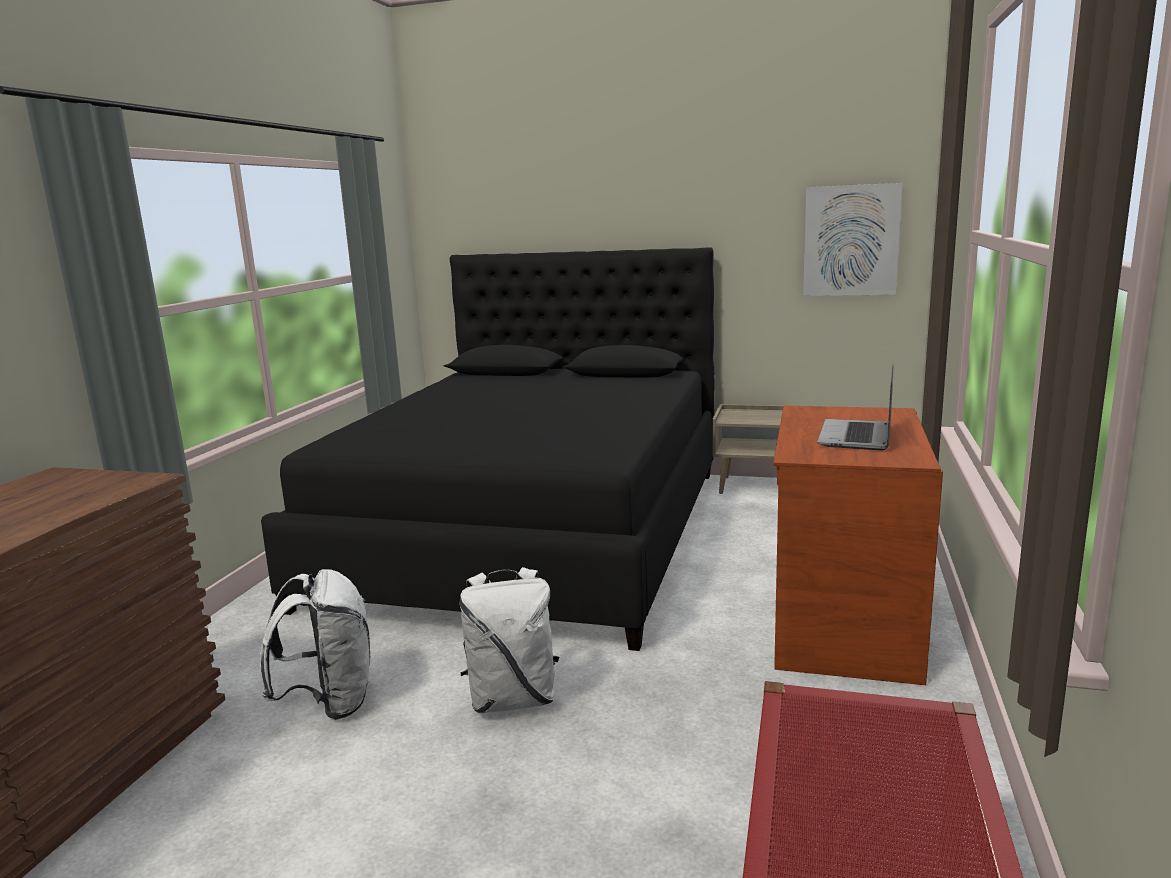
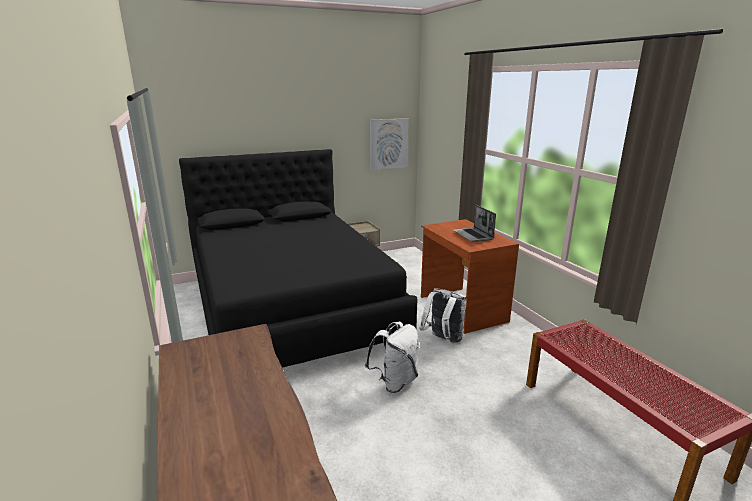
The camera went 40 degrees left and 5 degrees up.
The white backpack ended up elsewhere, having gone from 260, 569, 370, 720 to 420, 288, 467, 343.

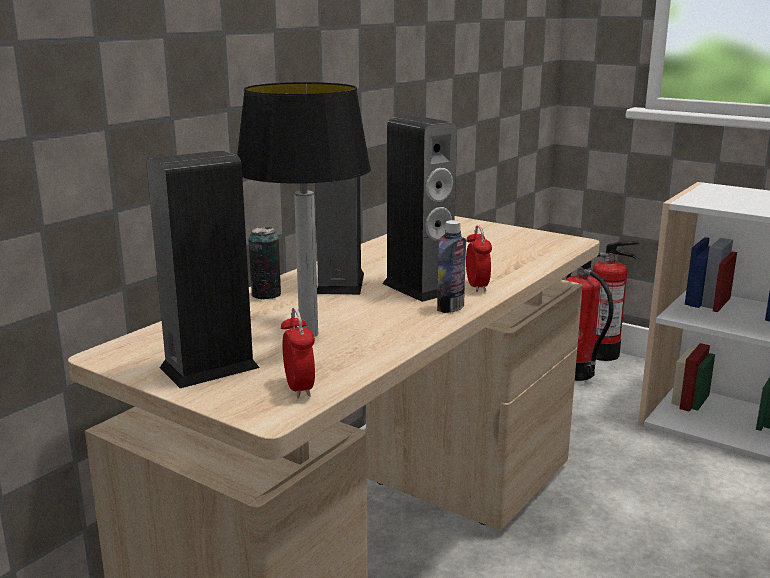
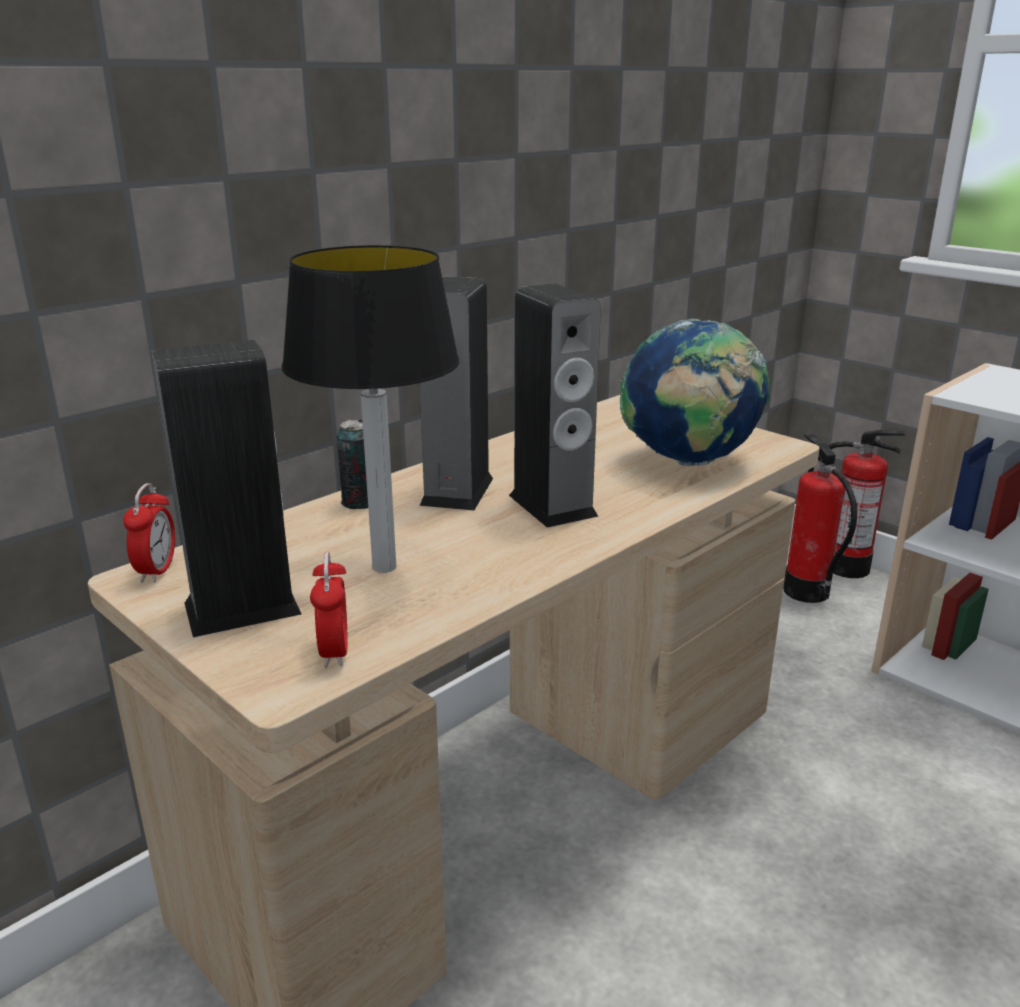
The camera went 10 degrees right and 5 degrees up.
The alarm clock ended up elsewhere, having gone from 466, 225, 492, 292 to 123, 483, 175, 582.
The second view gained the globe at 620, 318, 770, 466.
The second view lost the bottle at 437, 220, 466, 313.

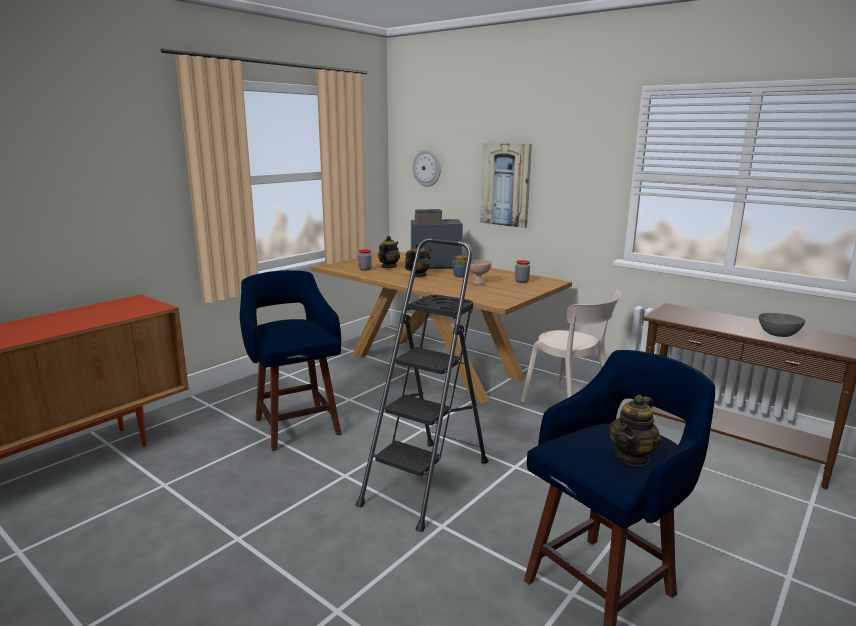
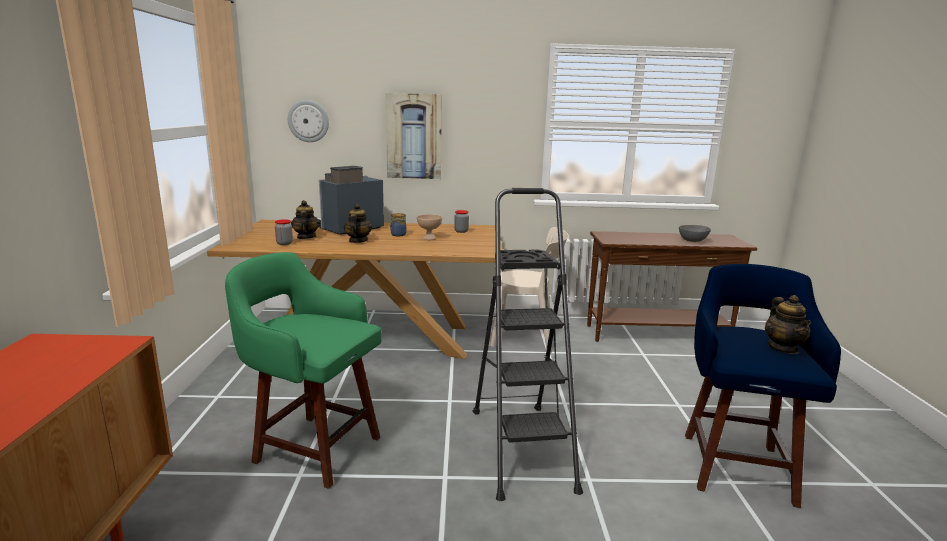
The camera went 40 degrees left and 0 degrees up.
What was the blue stool at 240, 270, 341, 451 turned into the green stool at 225, 252, 382, 489.

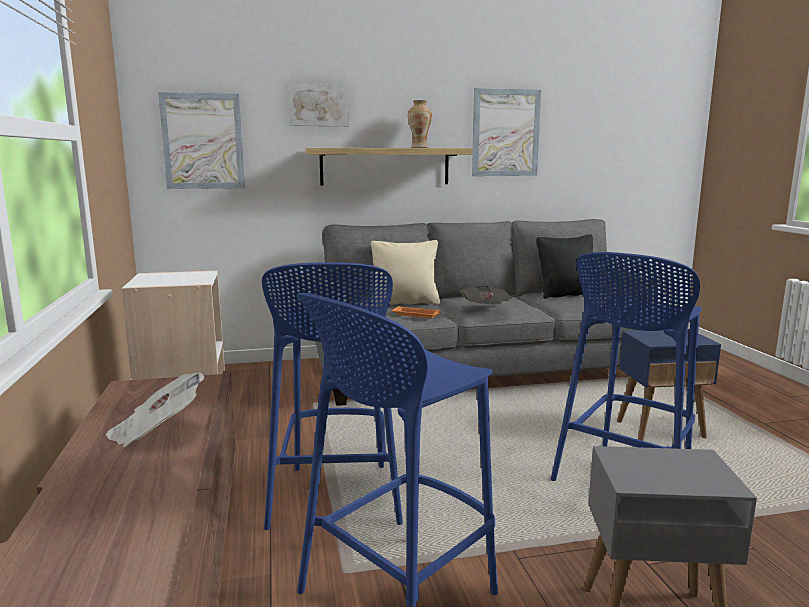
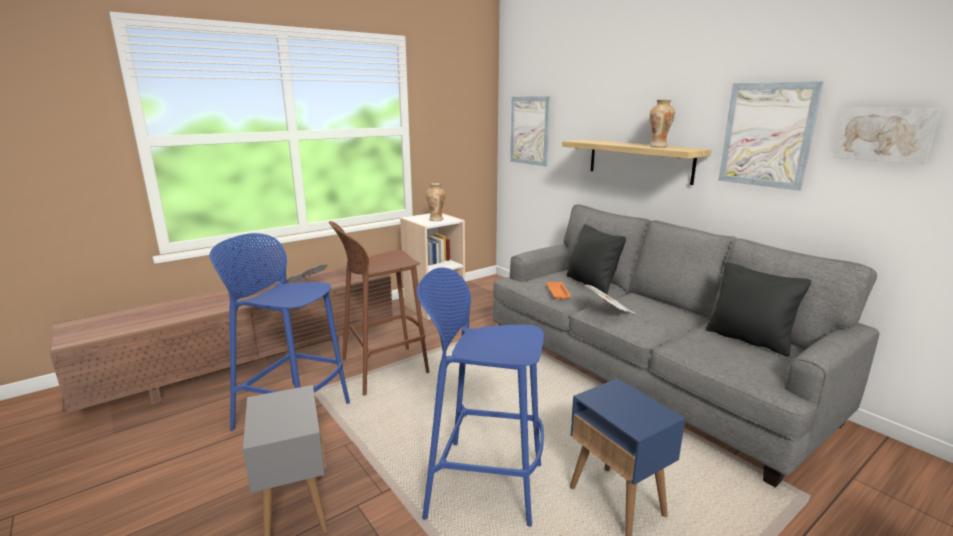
The camera went 65 degrees right and 5 degrees up.
What was the blue stool at 262, 262, 403, 530 turned into the brown stool at 329, 221, 429, 396.
The second view gained the vase at 426, 183, 445, 221.
What was the beige pillow at 371, 240, 440, 305 turned into the black pillow at 567, 224, 626, 294.
The picture ended up elsewhere, having gone from 288, 84, 349, 126 to 833, 107, 942, 164.

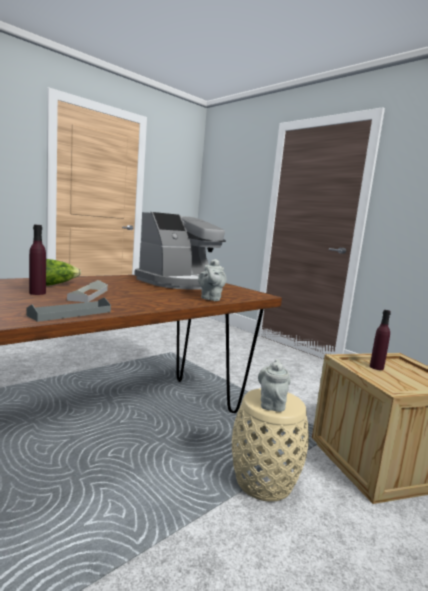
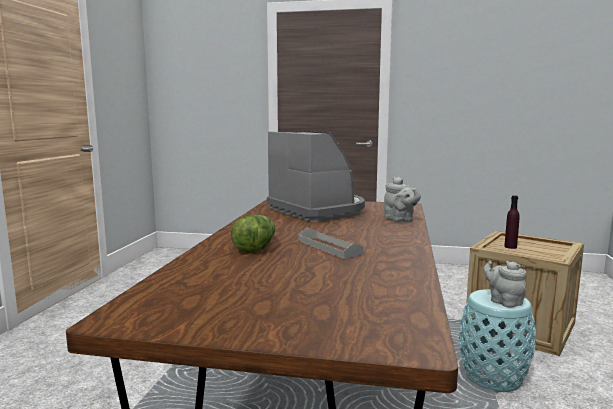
The camera went 35 degrees left and 0 degrees up.
The coffee machine at 134, 212, 226, 290 ended up facing another way, 45 degrees counterclockwise from before.
What was the beige stool at 232, 388, 309, 502 turned into the turquoise stool at 459, 289, 536, 392.
The second view lost the grey tray at 27, 297, 111, 322.
The second view lost the purple bottle at 29, 225, 46, 295.

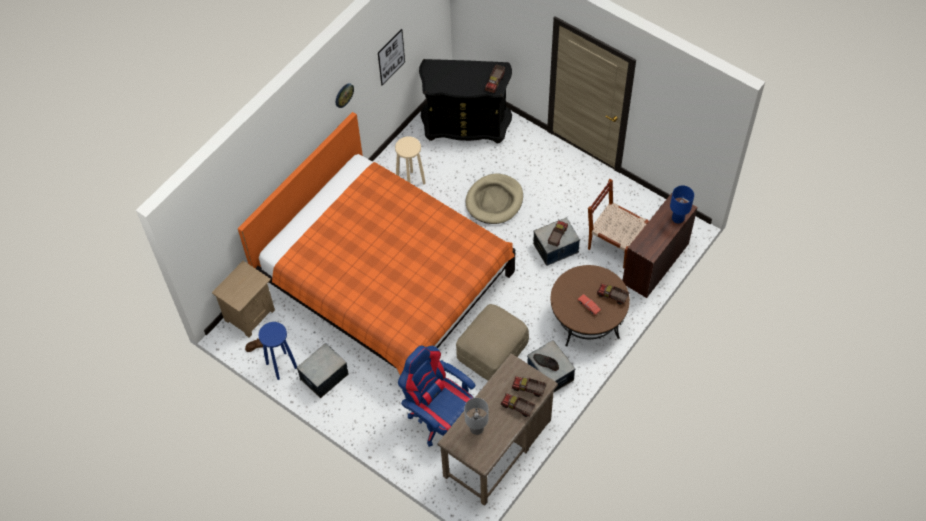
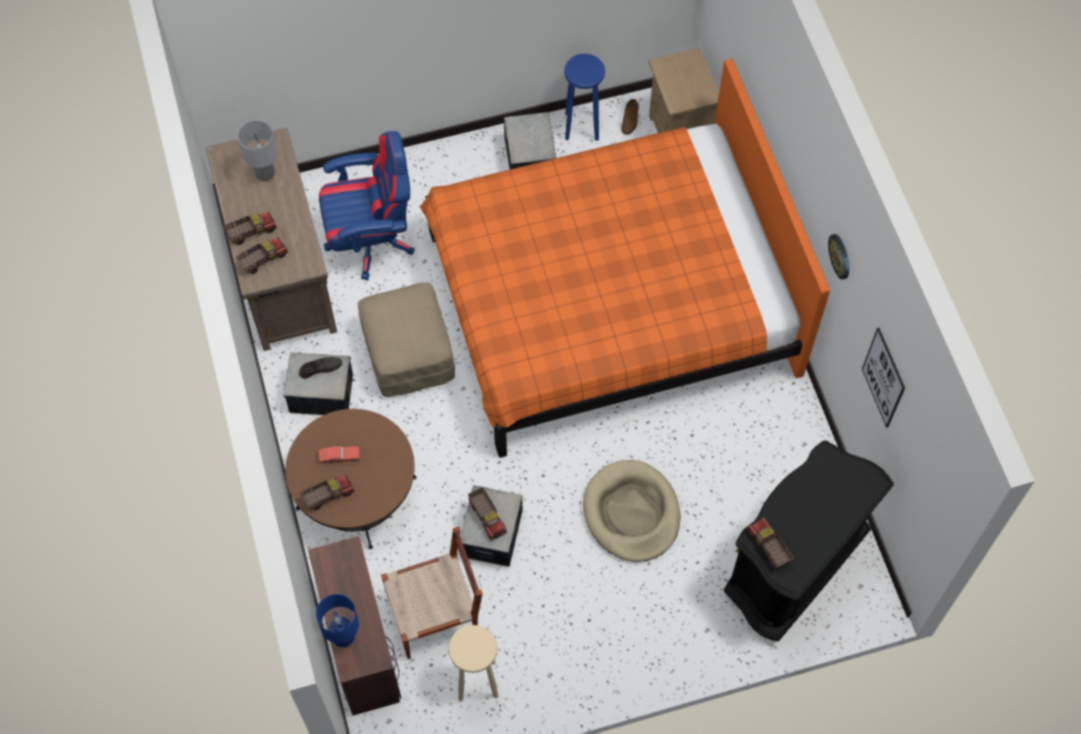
The camera went 125 degrees right and 5 degrees up.
The beige stool ended up elsewhere, having gone from 395, 136, 426, 184 to 449, 625, 498, 701.

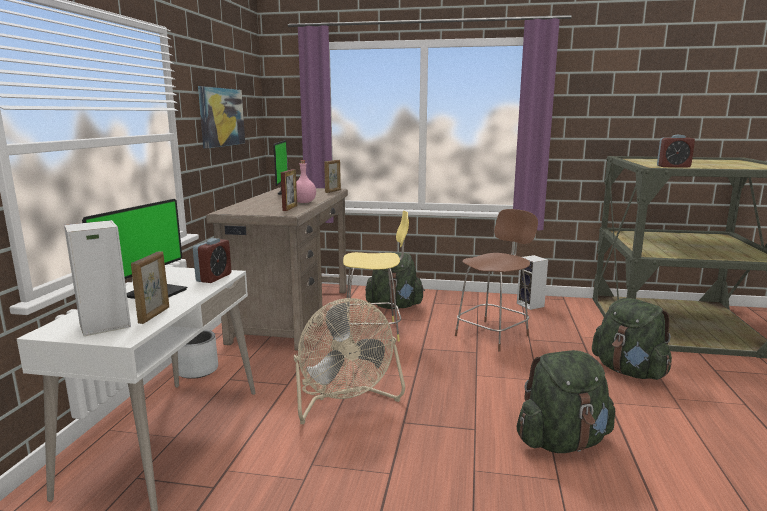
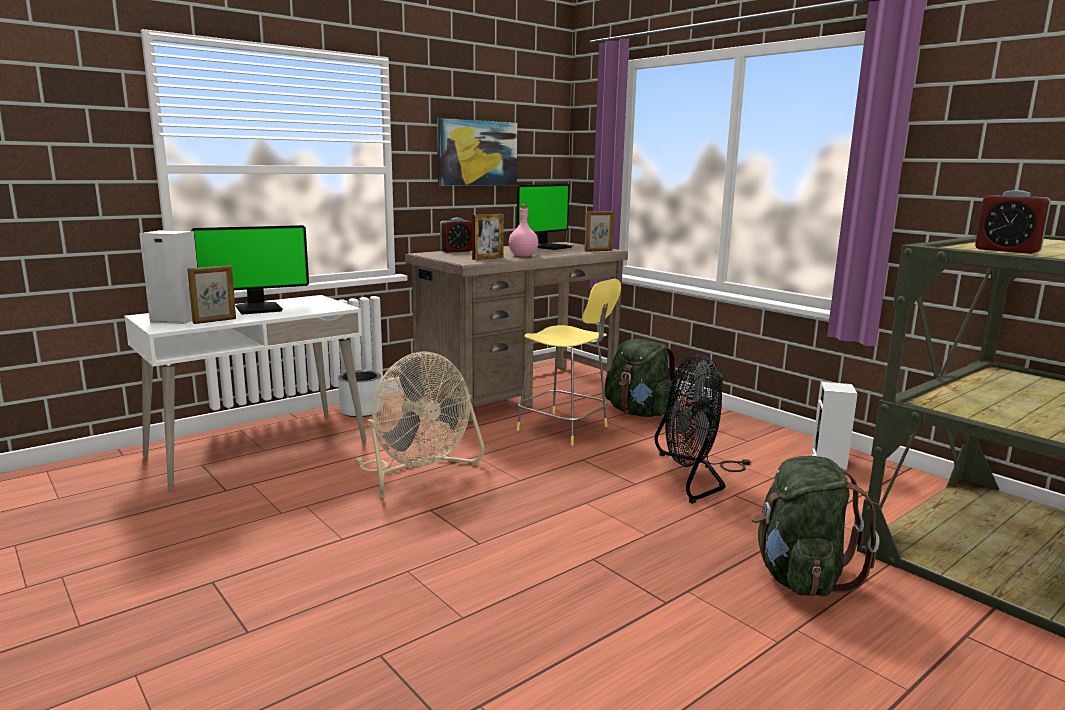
The camera went 40 degrees right and 0 degrees up.
The beige fan at 294, 298, 405, 424 ended up facing another way, 60 degrees counterclockwise from before.
The alarm clock ended up elsewhere, having gone from 193, 238, 231, 283 to 440, 218, 472, 253.
Where the brown stool stood at 455, 209, 538, 351, the black fan came to stand at 655, 354, 752, 504.
The second view lost the green backpack at 516, 350, 615, 453.

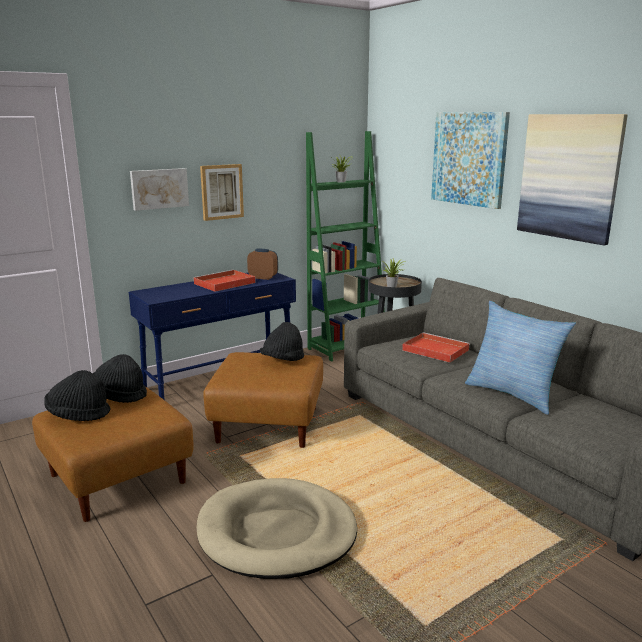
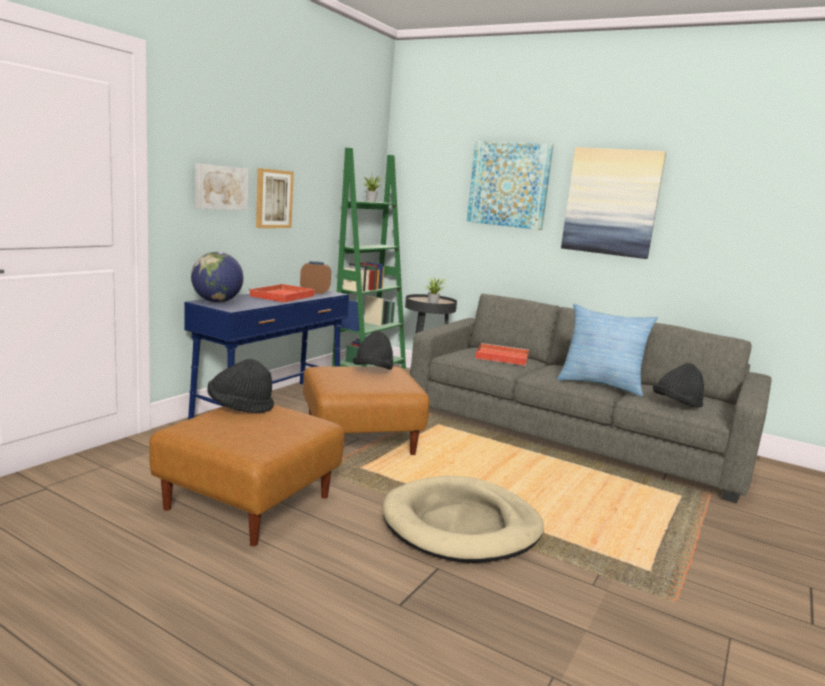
The camera went 25 degrees left and 5 degrees down.
The second view gained the globe at 191, 252, 243, 302.
The black hat ended up elsewhere, having gone from 44, 370, 110, 421 to 653, 363, 704, 408.

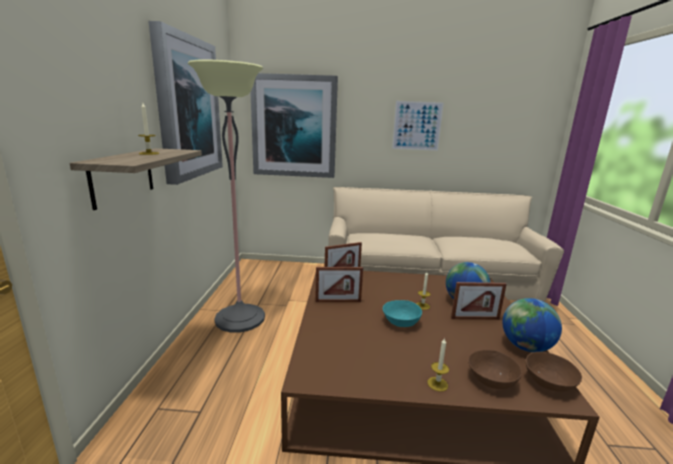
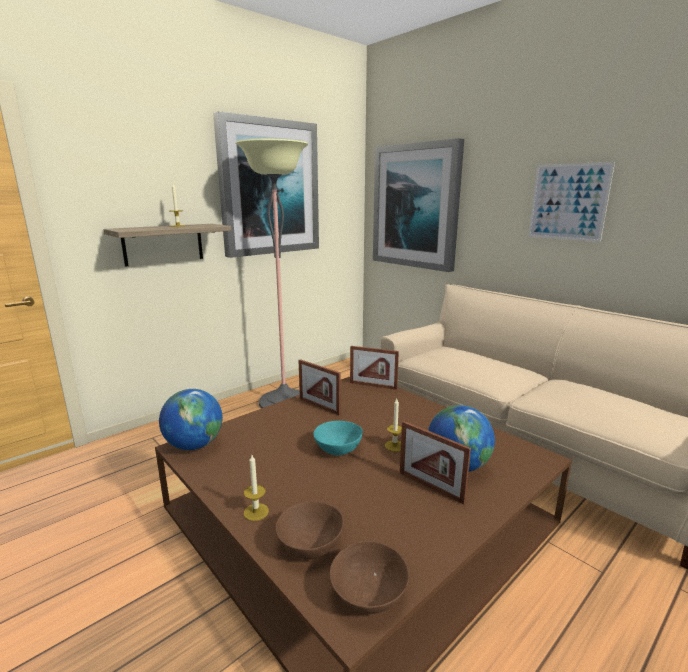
The camera went 45 degrees right and 0 degrees up.
The globe ended up elsewhere, having gone from 502, 298, 562, 352 to 159, 389, 223, 450.

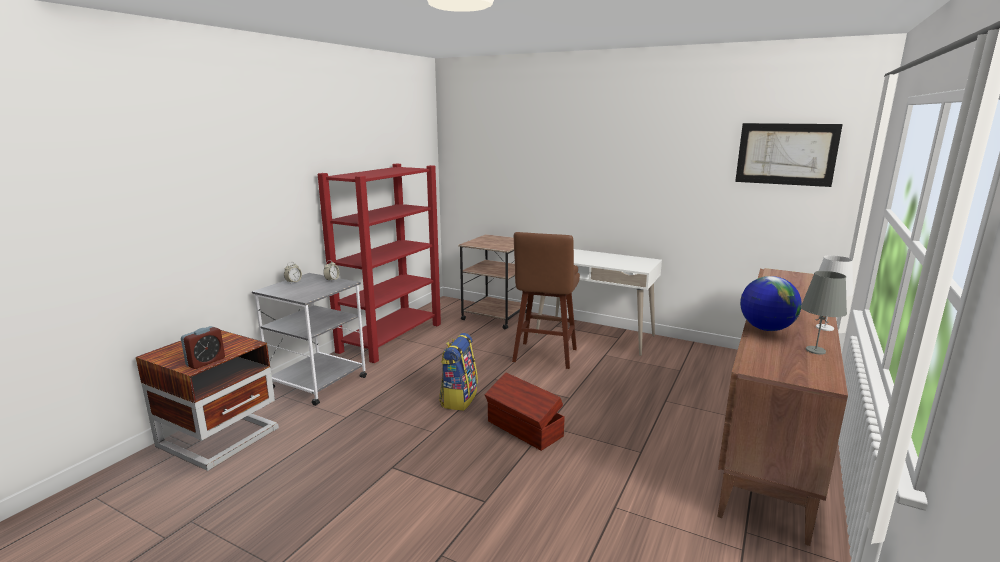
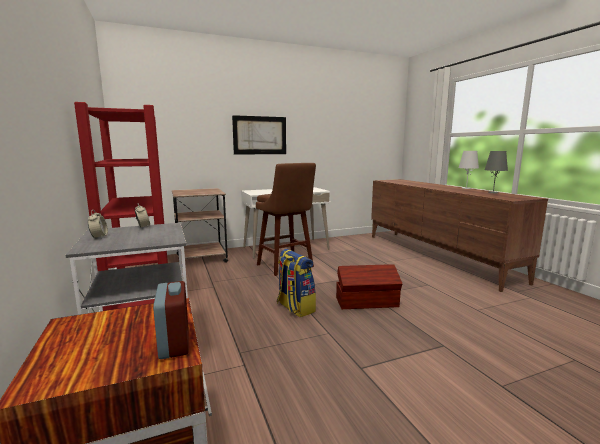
The camera went 50 degrees left and 5 degrees down.
The picture ended up elsewhere, having gone from 735, 123, 843, 187 to 232, 115, 286, 155.
The second view lost the globe at 740, 276, 802, 331.

